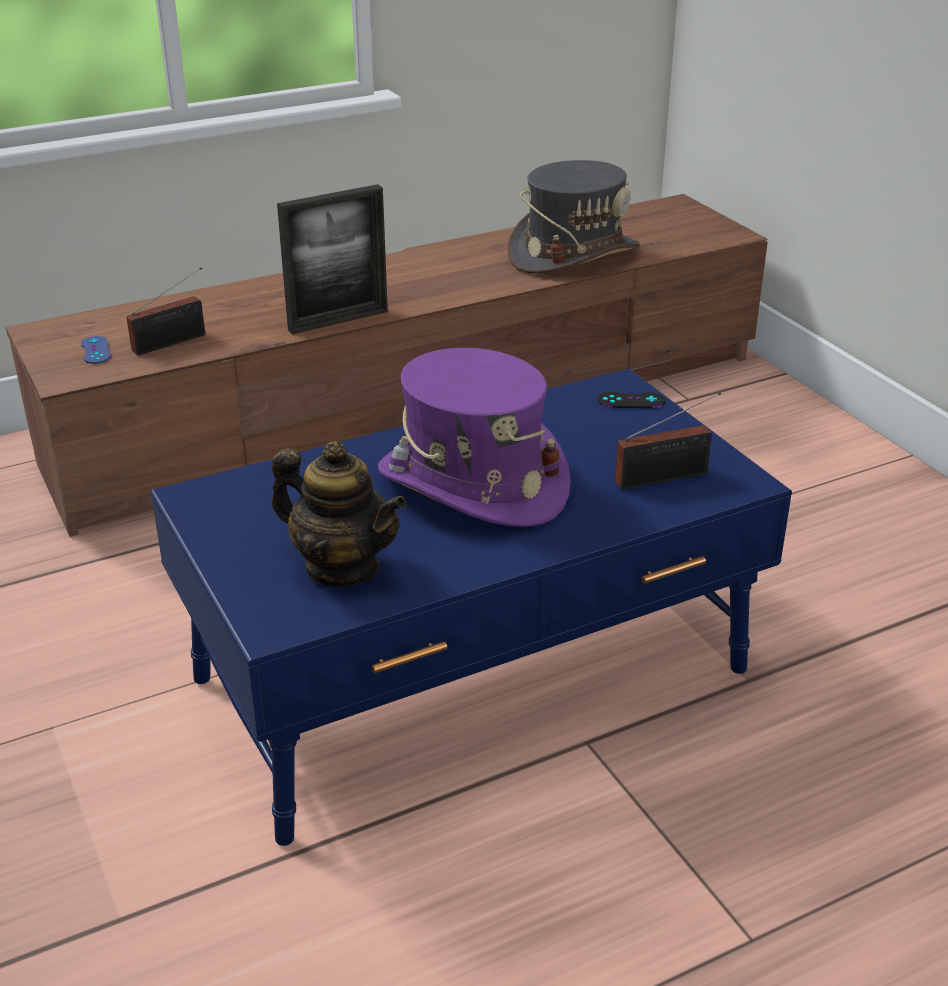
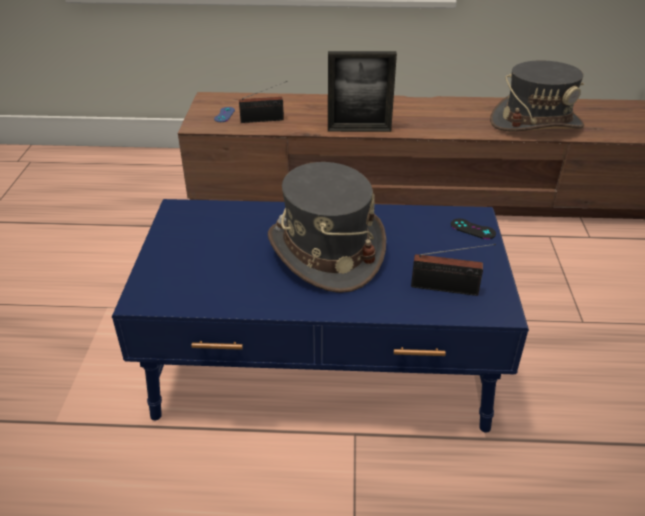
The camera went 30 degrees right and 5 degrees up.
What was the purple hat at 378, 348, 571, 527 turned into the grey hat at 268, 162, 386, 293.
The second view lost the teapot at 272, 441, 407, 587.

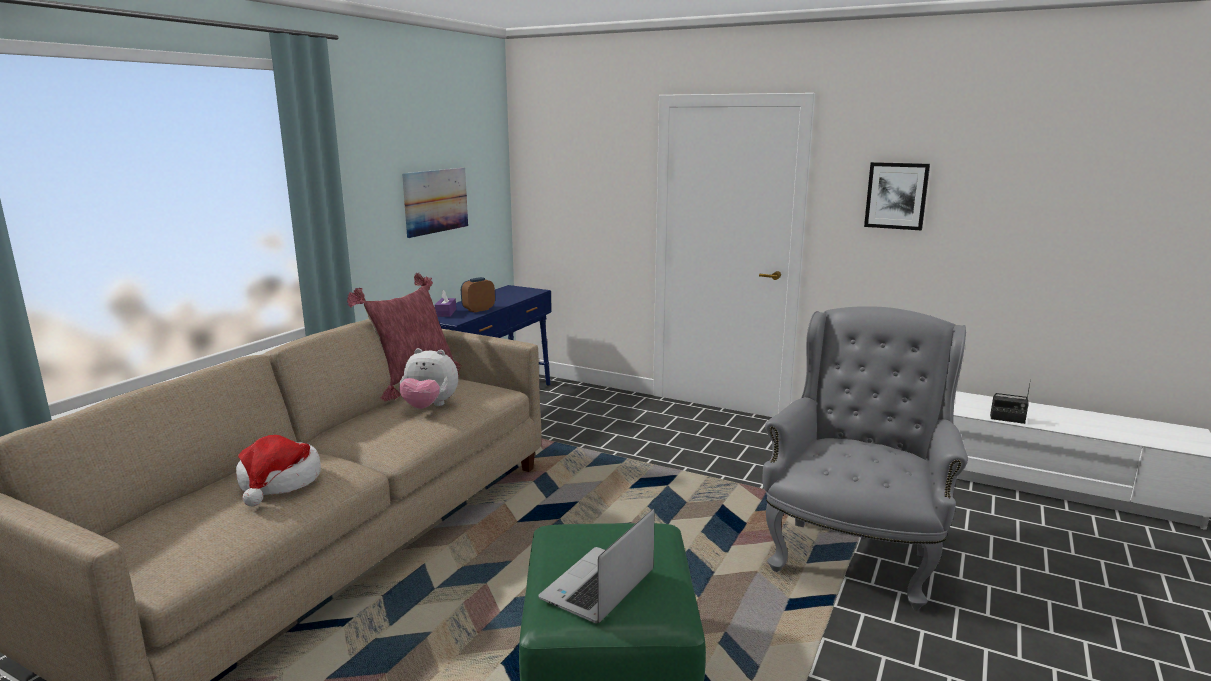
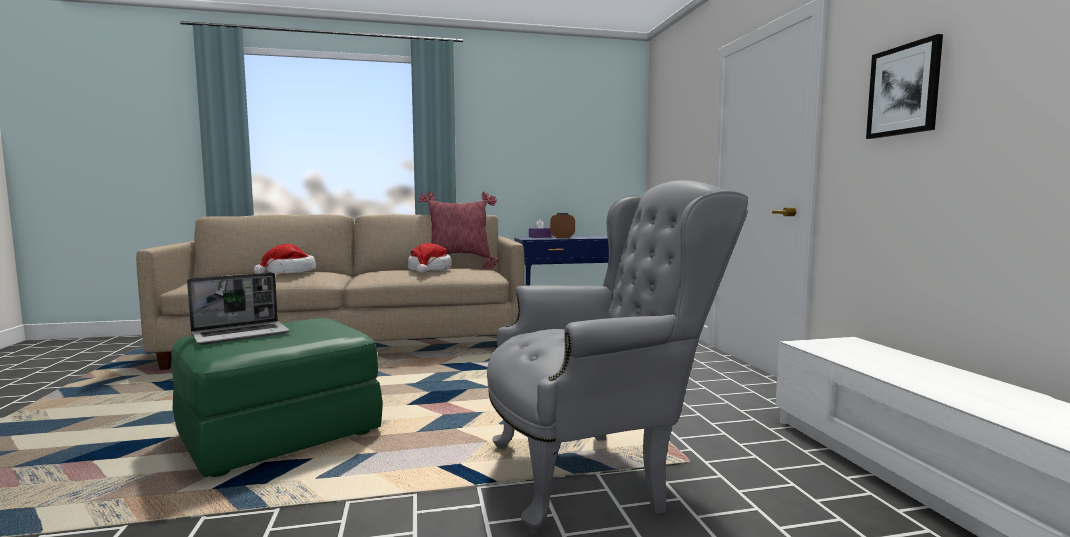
The camera went 50 degrees right and 10 degrees down.
The laptop at 538, 509, 655, 623 ended up facing another way, 150 degrees clockwise from before.
Where the plush toy stood at 399, 348, 458, 409, the hat came to stand at 408, 243, 452, 274.
The second view lost the picture at 402, 168, 468, 238.
The second view lost the radio at 990, 379, 1031, 424.

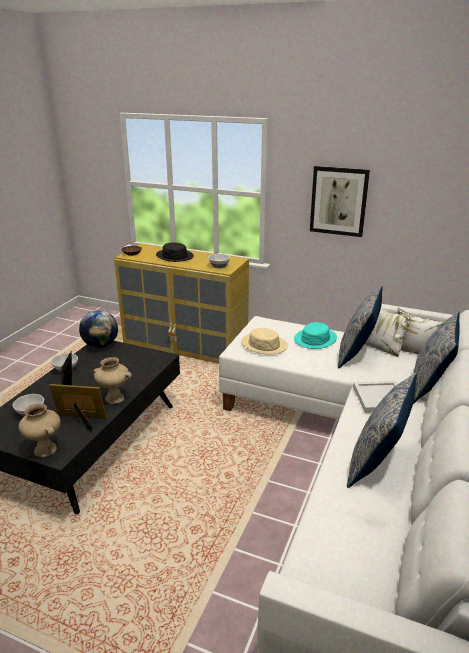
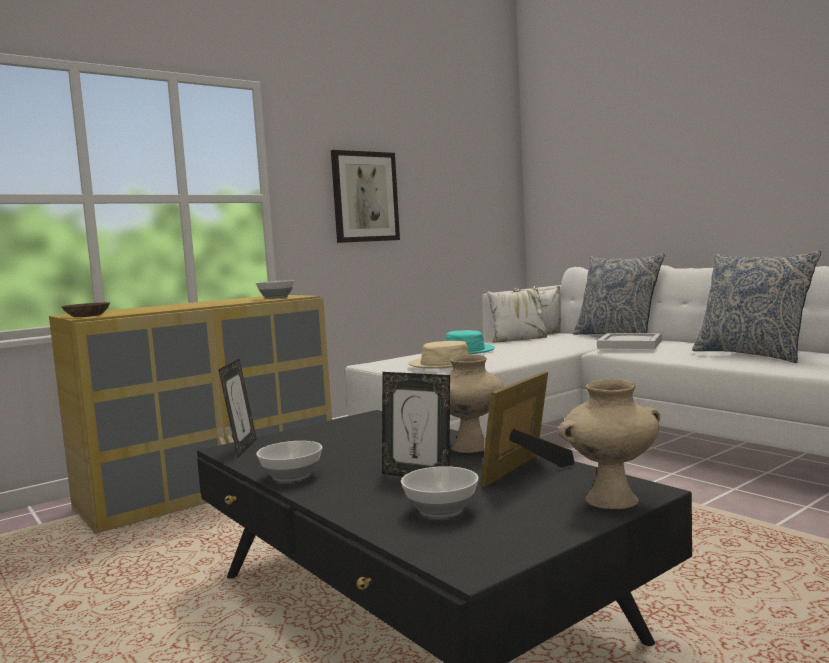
The camera went 60 degrees left and 20 degrees down.
Where the globe stood at 79, 310, 118, 348, the picture frame came to stand at 218, 359, 257, 458.
The second view lost the black hat at 156, 242, 194, 262.
The second view lost the pillow at 338, 286, 383, 369.

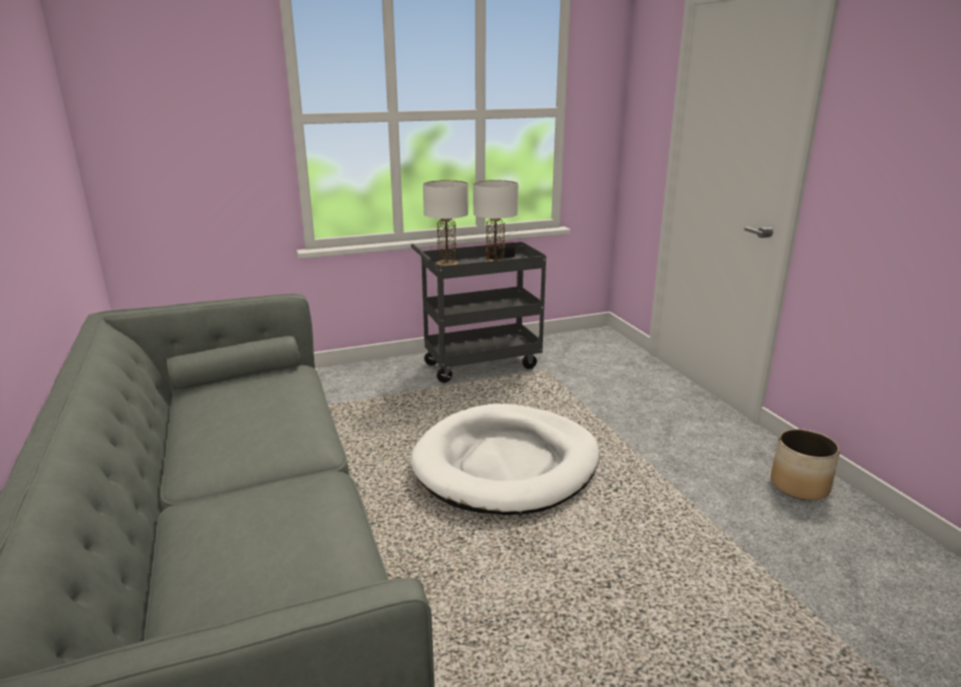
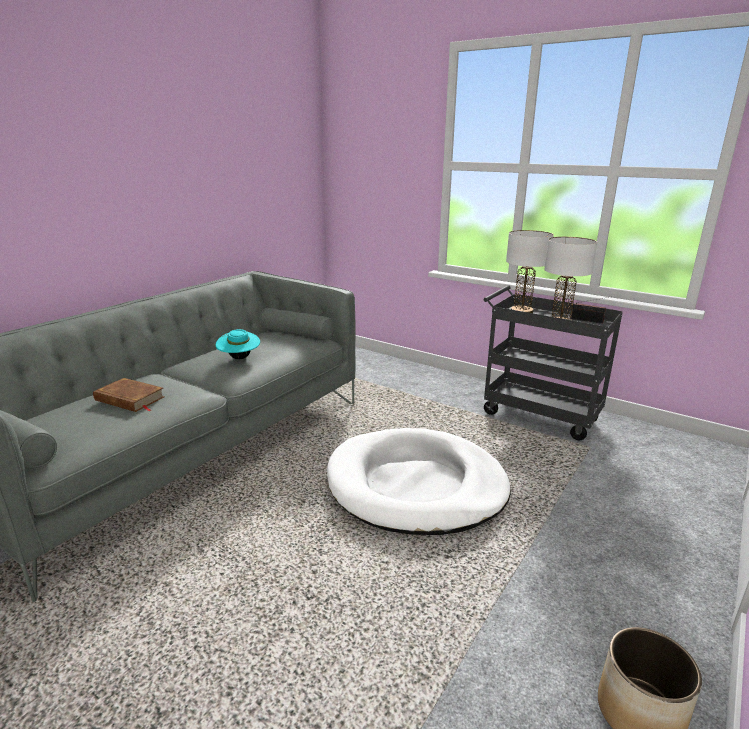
The camera went 55 degrees right and 0 degrees up.
The second view gained the brown book at 93, 378, 164, 412.
The second view gained the turquoise hat at 216, 329, 260, 359.

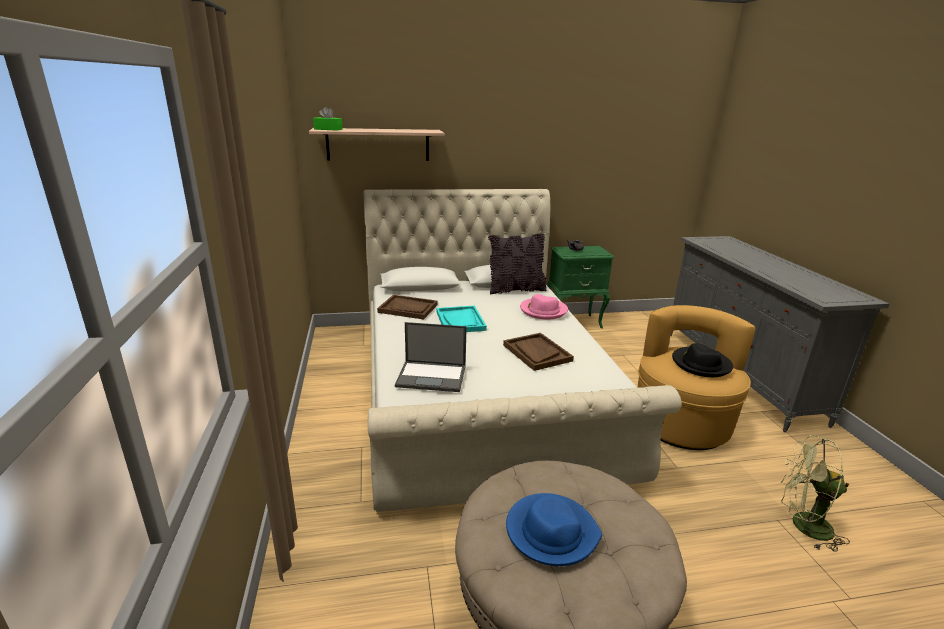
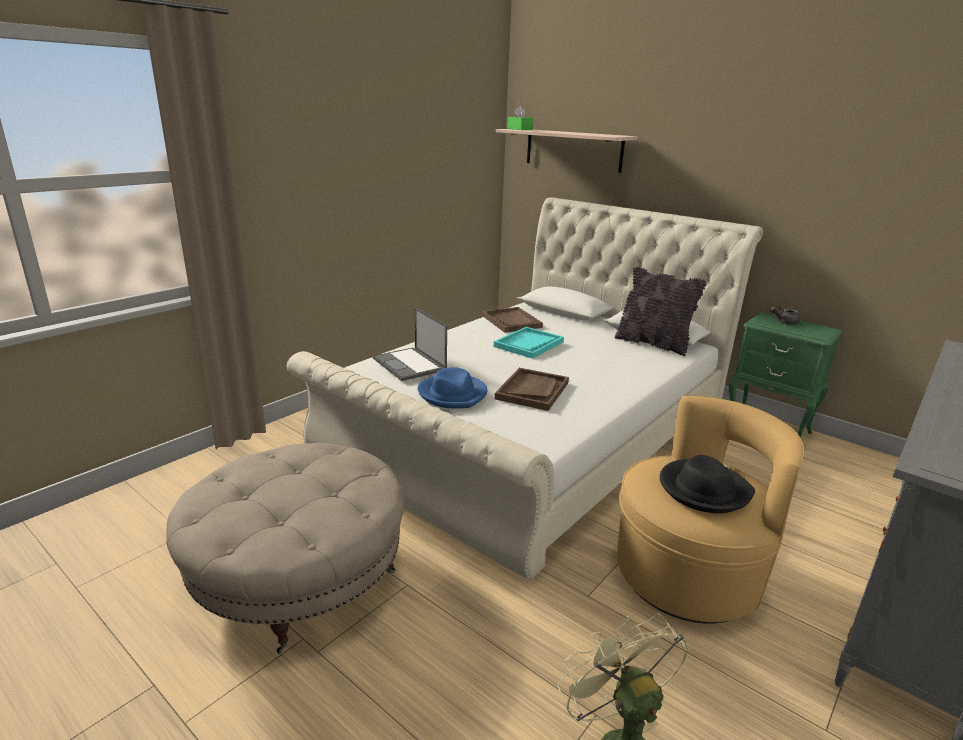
The camera went 50 degrees right and 0 degrees up.
The blue hat ended up elsewhere, having gone from 506, 493, 602, 566 to 417, 367, 487, 408.
The second view lost the pink hat at 520, 294, 568, 320.

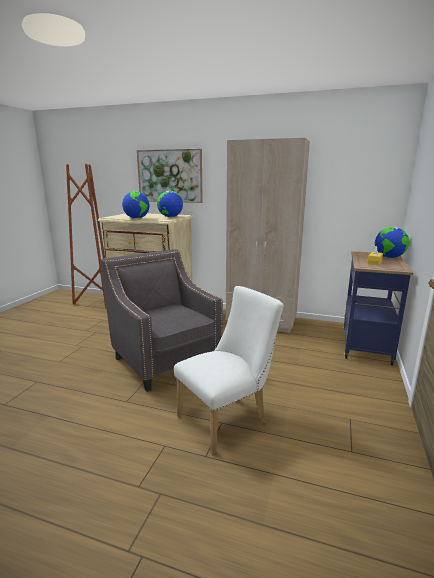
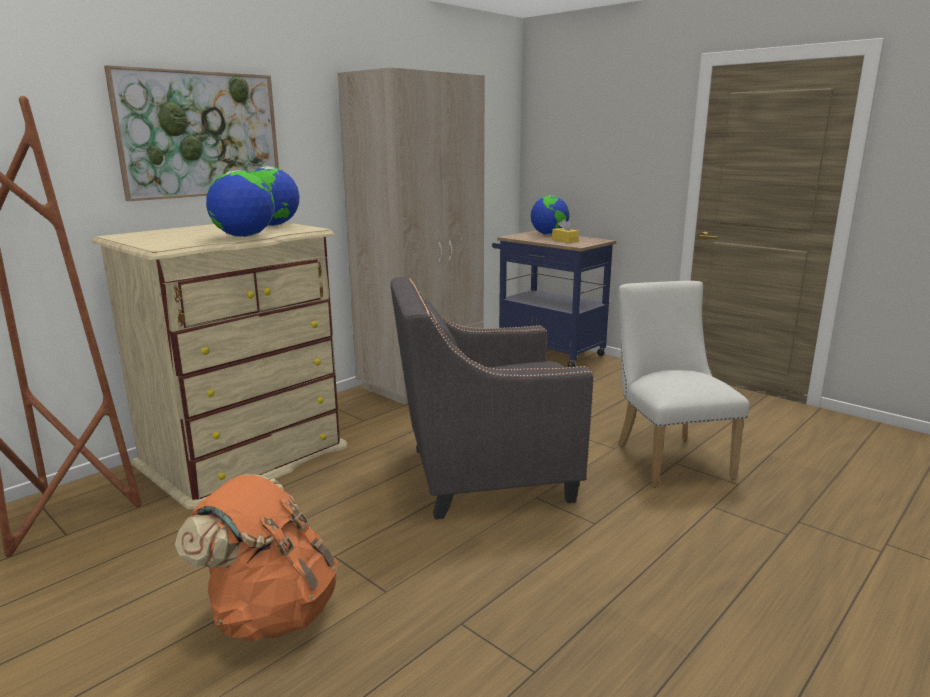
The camera went 65 degrees left and 0 degrees up.
The second view gained the orange backpack at 175, 474, 338, 642.

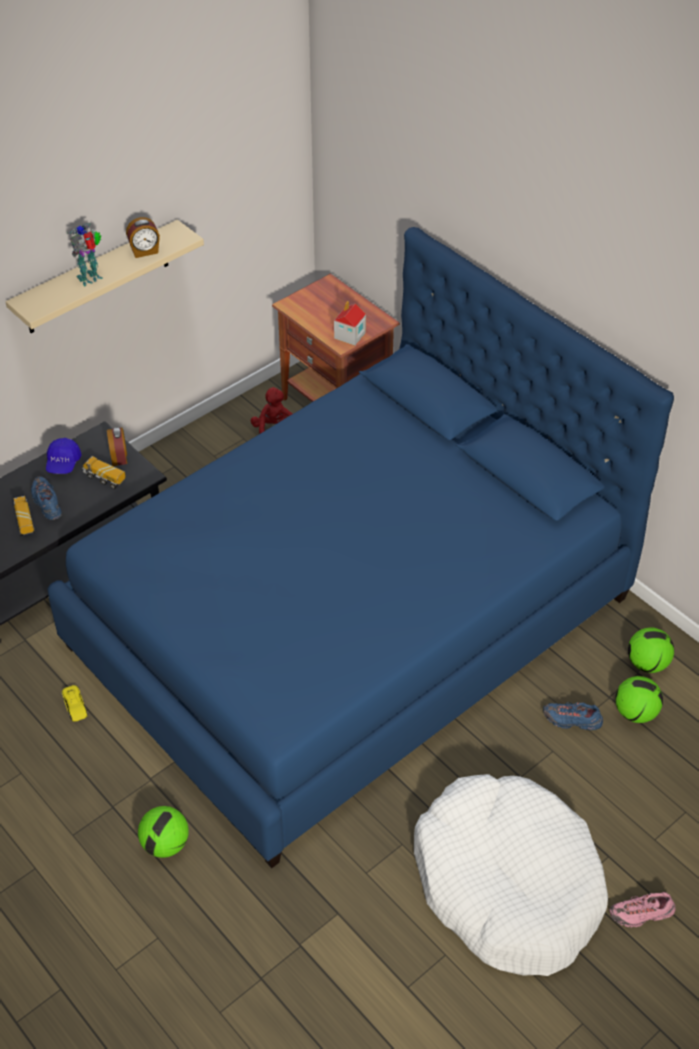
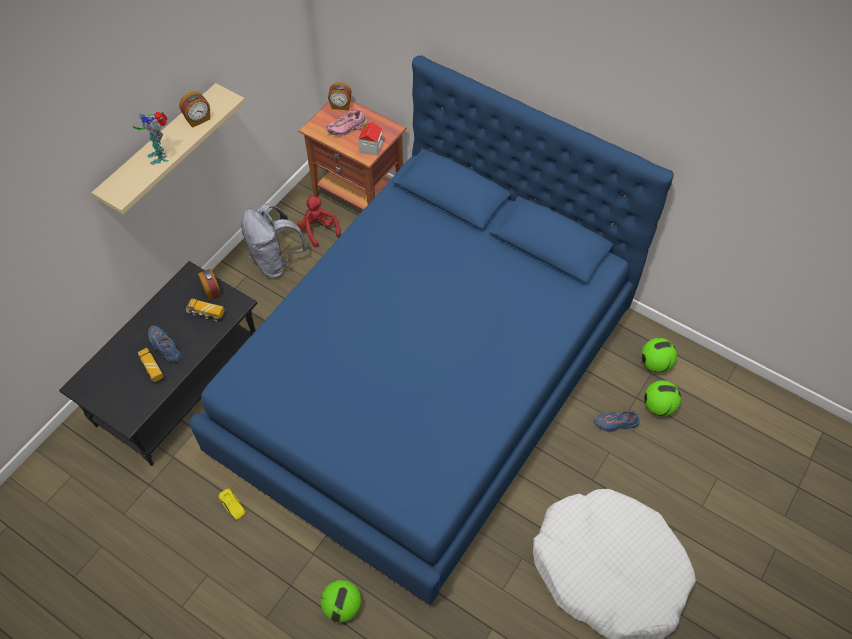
The camera went 15 degrees left and 10 degrees up.
The toy robot at 67, 223, 103, 286 ended up facing another way, 60 degrees counterclockwise from before.
The second view gained the grey backpack at 241, 204, 307, 278.
The pink shoe ended up elsewhere, having gone from 610, 892, 675, 928 to 326, 109, 368, 137.
The second view gained the alarm clock at 328, 82, 352, 110.
The second view lost the blue cap at 46, 438, 82, 474.

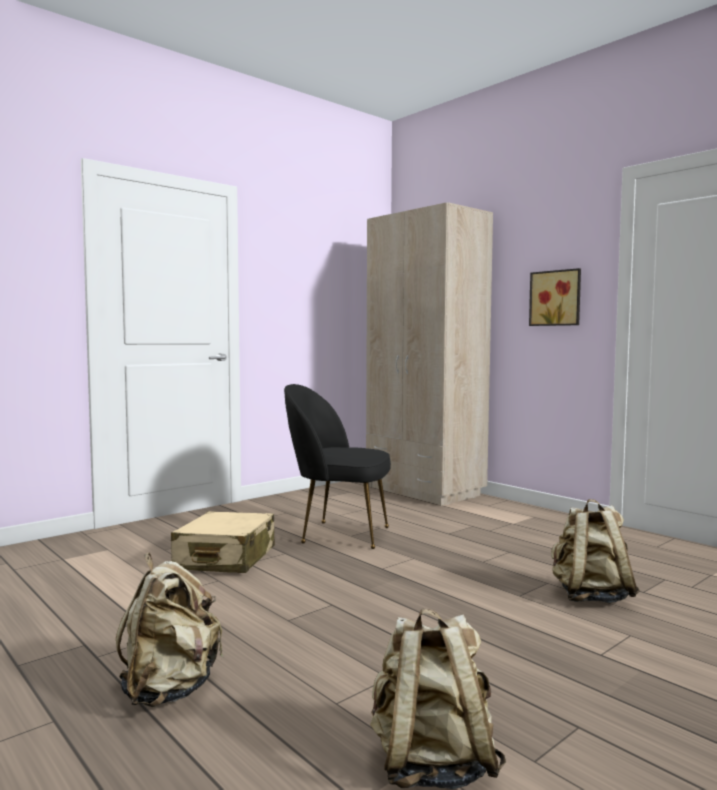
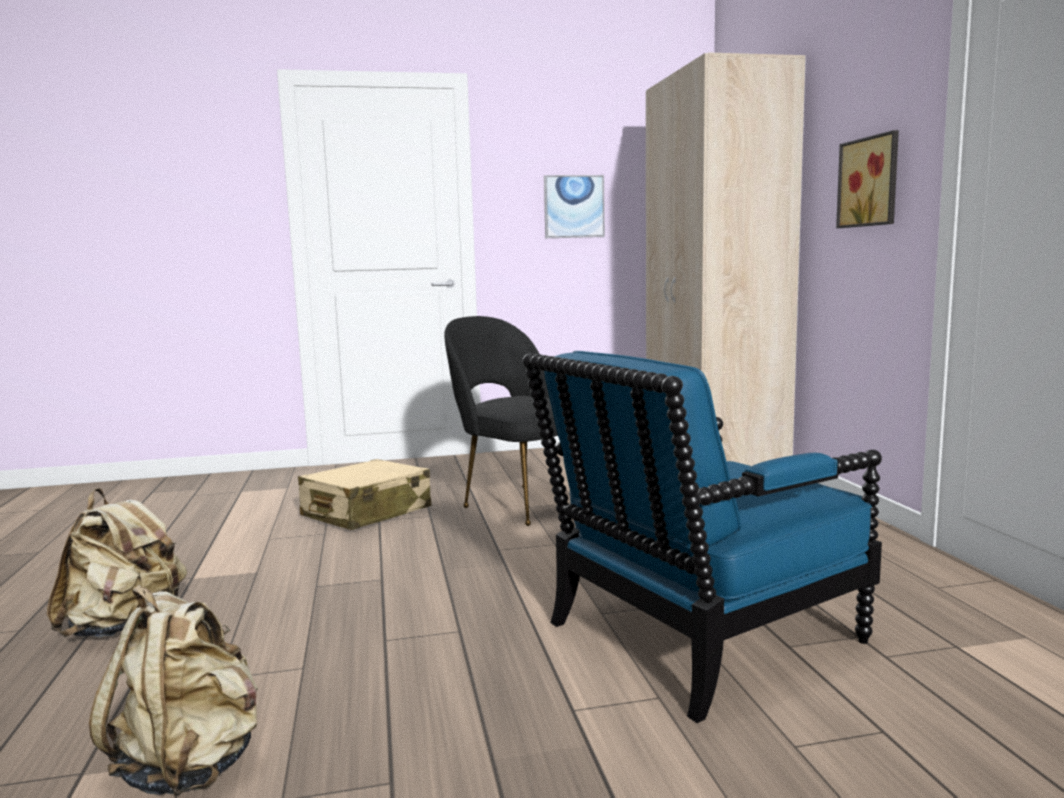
The camera went 30 degrees right and 5 degrees up.
Where the beige backpack stood at 551, 499, 640, 603, the blue armchair came to stand at 522, 351, 882, 723.
The second view gained the picture at 544, 175, 605, 238.

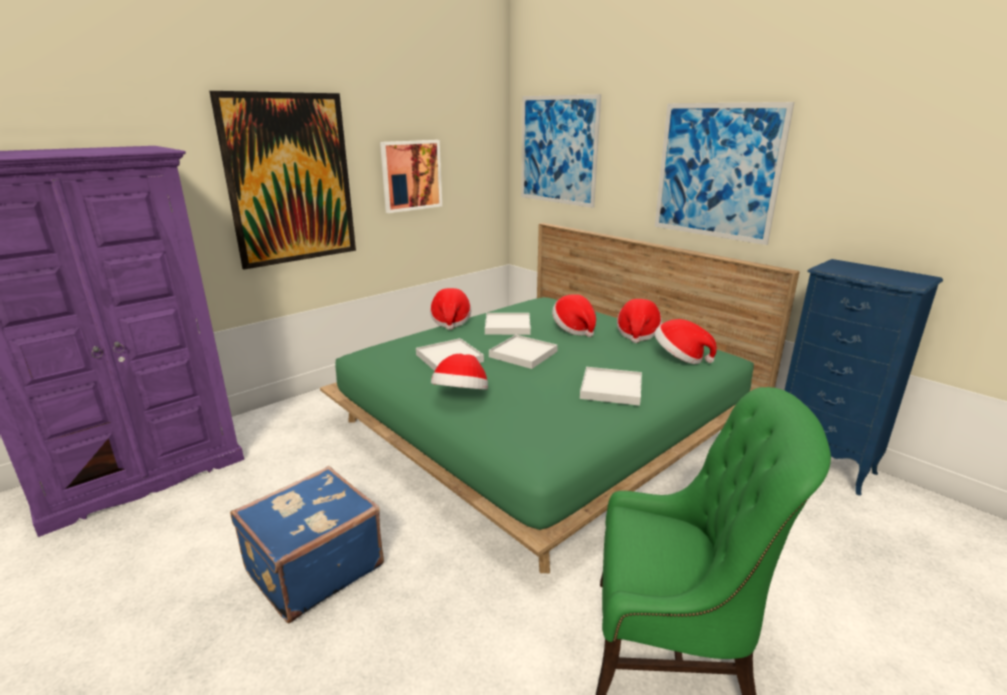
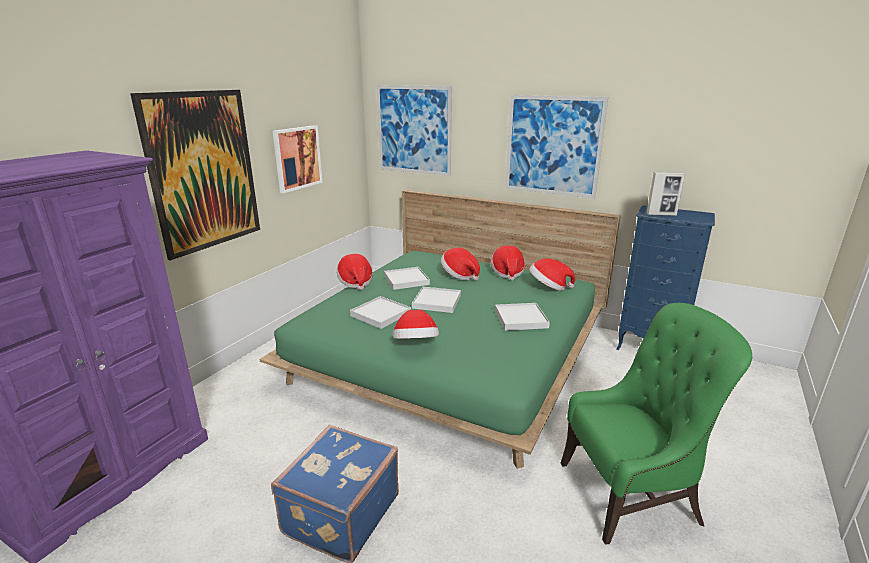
The camera went 20 degrees left and 0 degrees up.
The second view gained the picture frame at 647, 172, 685, 216.

